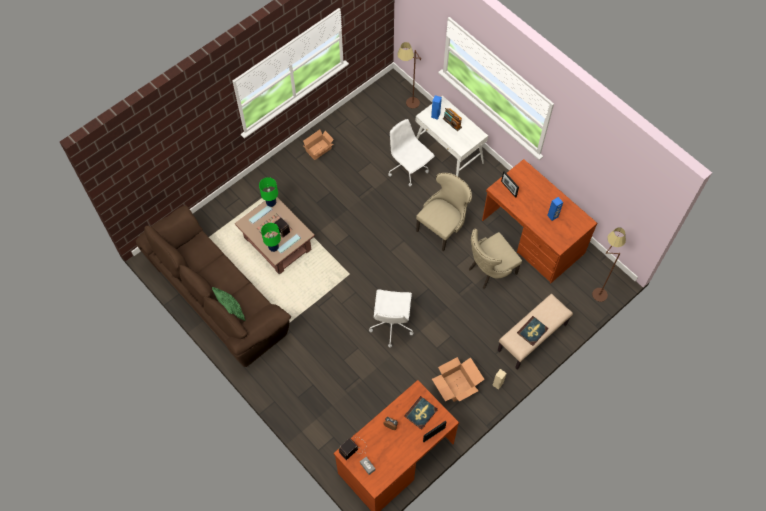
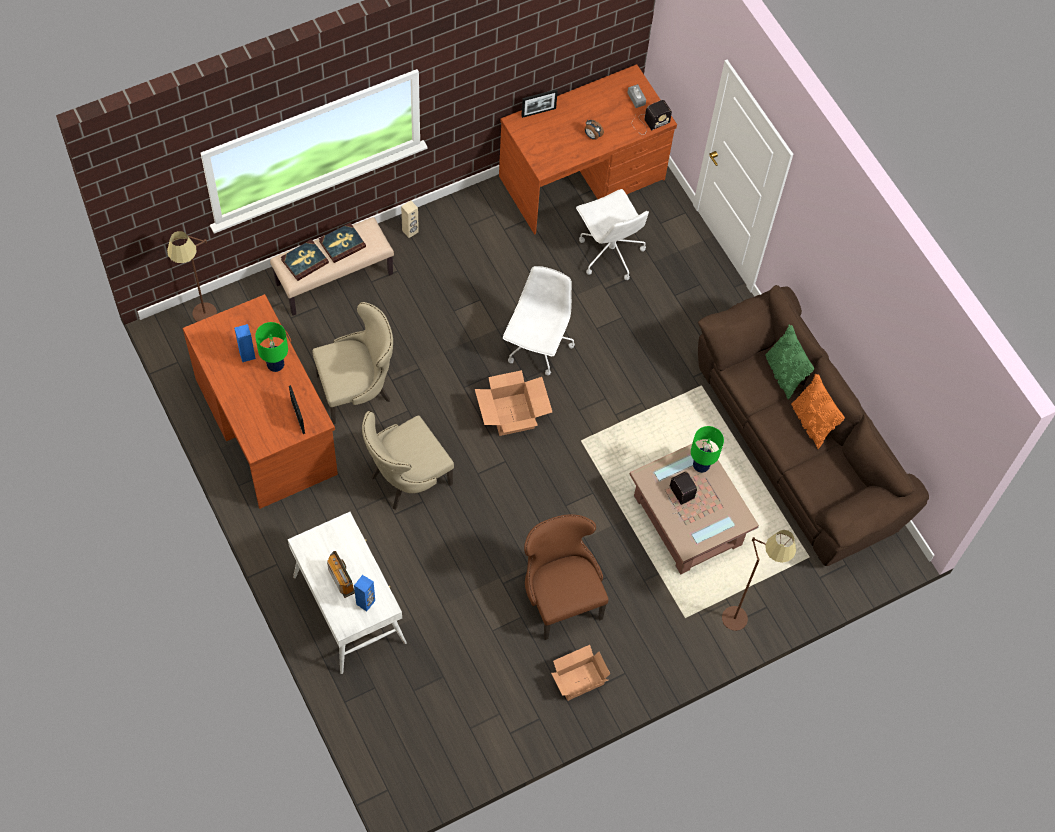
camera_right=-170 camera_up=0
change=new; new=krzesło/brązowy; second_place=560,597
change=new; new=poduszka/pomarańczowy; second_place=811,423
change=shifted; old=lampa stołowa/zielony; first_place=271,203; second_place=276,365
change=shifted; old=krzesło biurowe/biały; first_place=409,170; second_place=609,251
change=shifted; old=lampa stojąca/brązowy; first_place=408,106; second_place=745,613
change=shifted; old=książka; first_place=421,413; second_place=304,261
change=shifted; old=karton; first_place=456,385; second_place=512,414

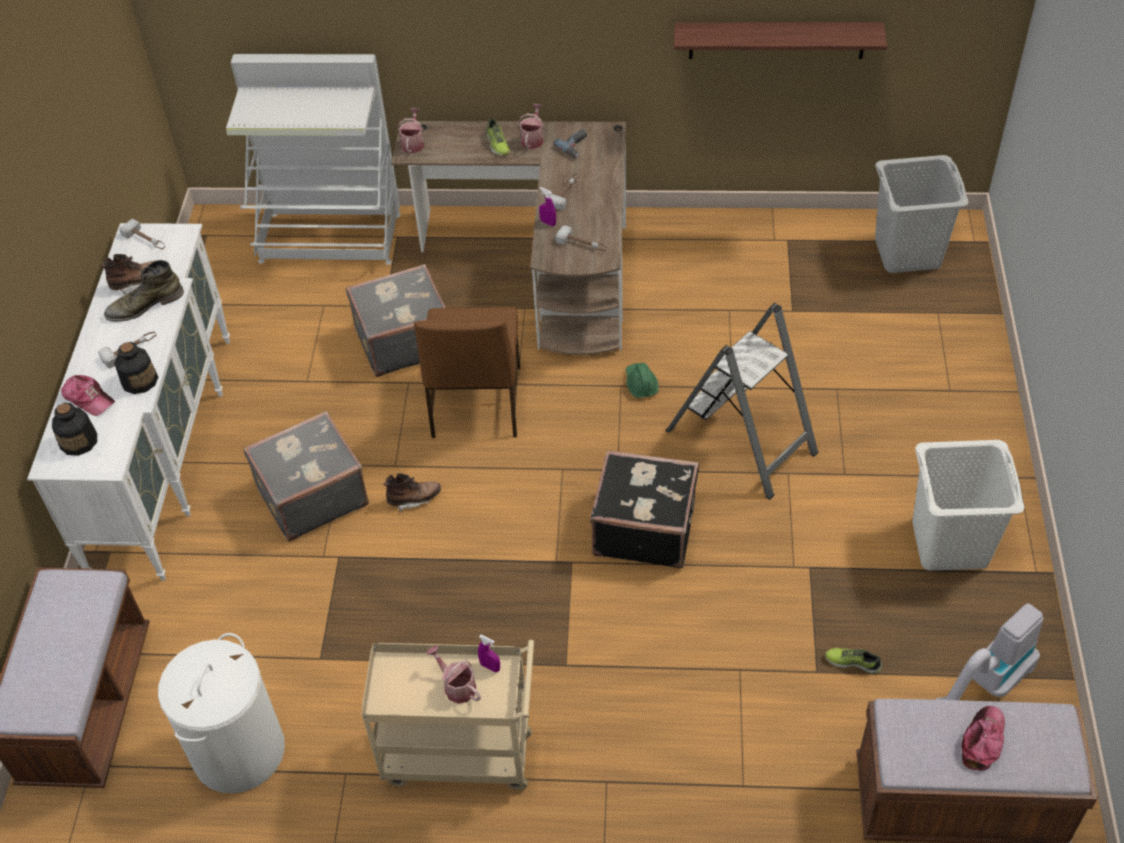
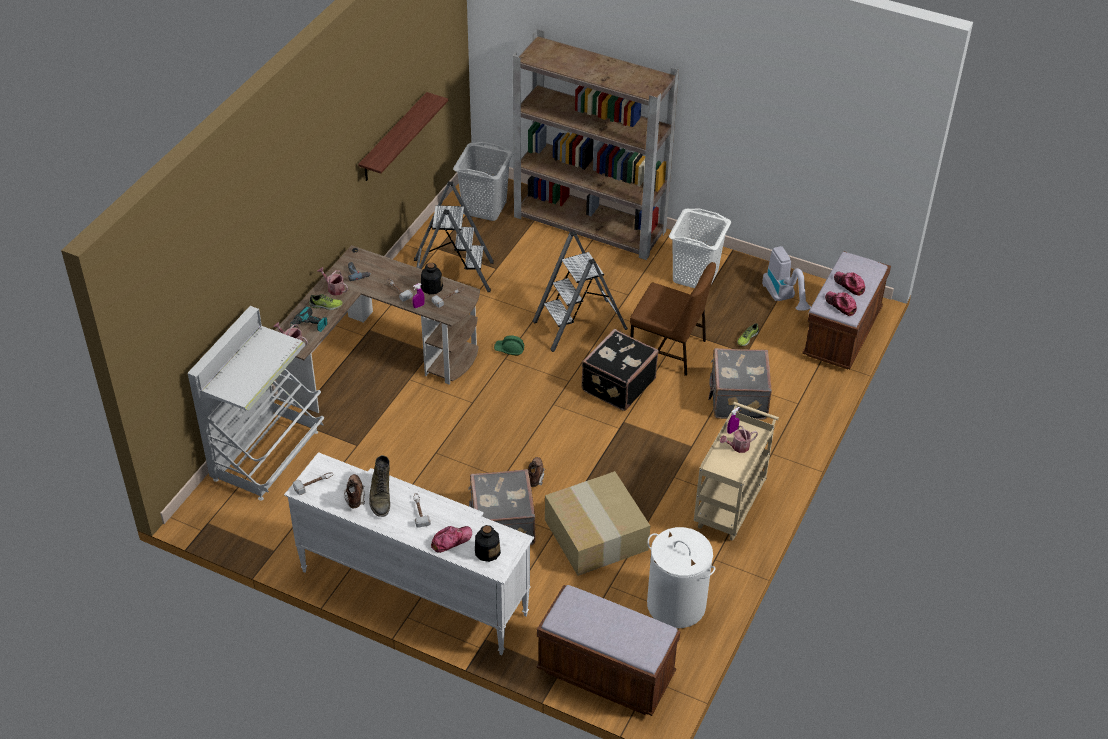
camera_right=-70 camera_up=-5
change=new; new=wiertarka; second_place=309,325
change=new; new=drabinka/szary; second_place=450,274
change=new; new=regał/brązowy; second_place=590,224
change=new; new=karton; second_place=594,534
change=new; new=czapka z daszkiem; second_place=840,305
change=shifted; old=butelka; first_place=140,380; second_place=431,287
change=shifted; old=walizka/szary; first_place=402,340; second_place=737,399
change=shifted; old=krzesło/brązowy; first_place=475,403; second_place=669,350

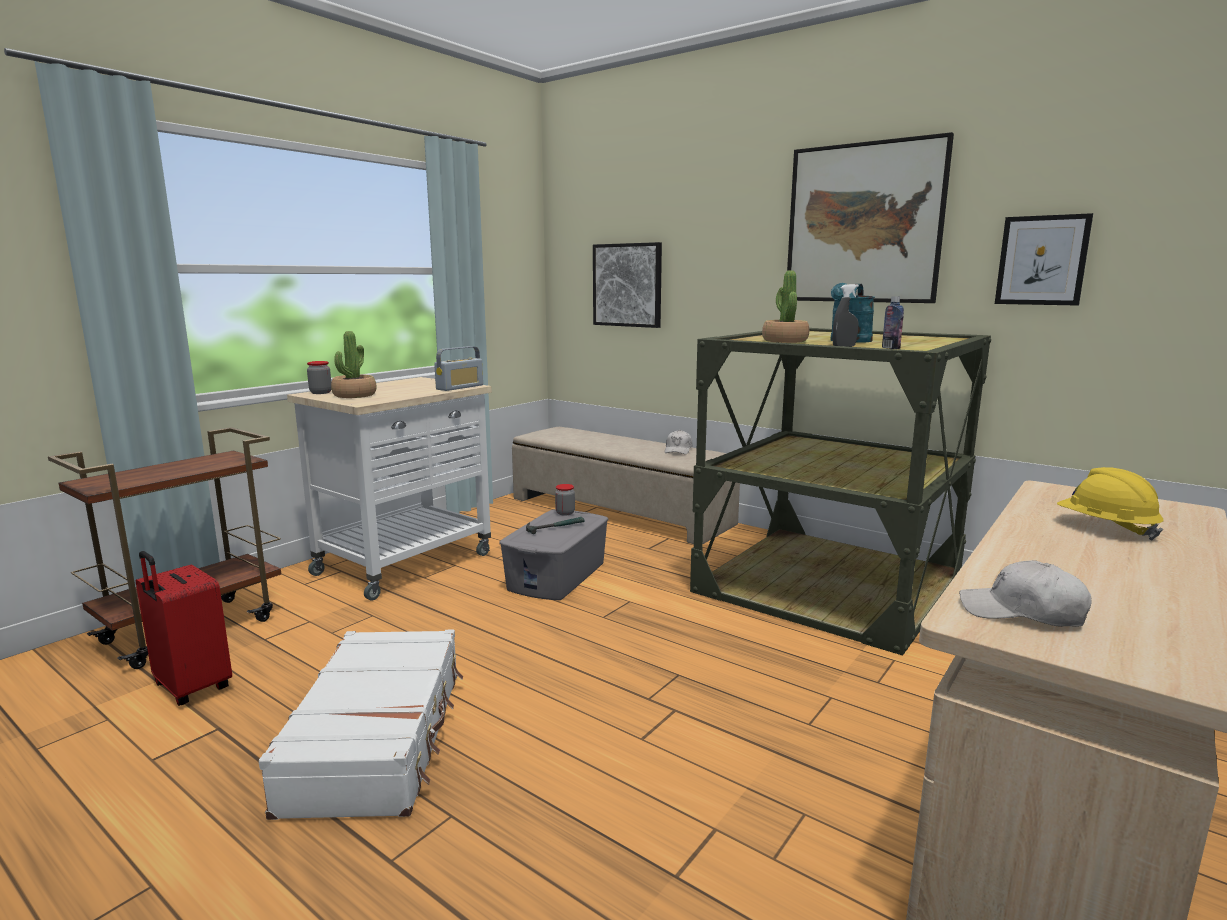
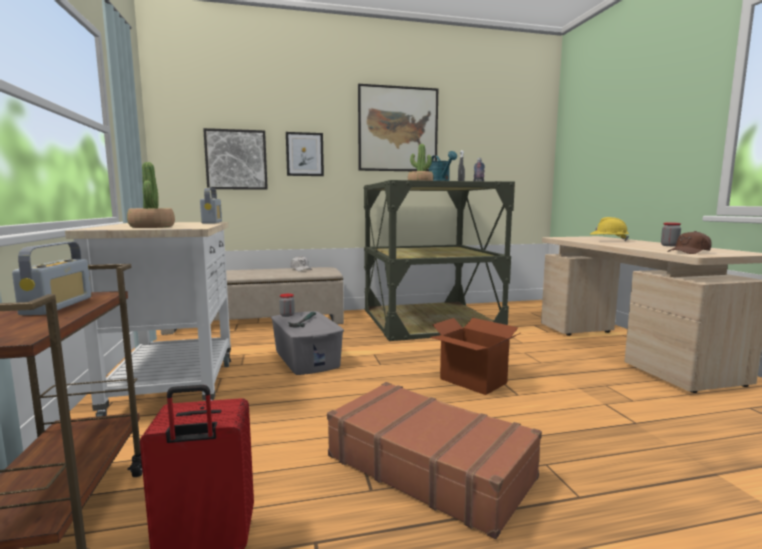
camera_right=-50 camera_up=-5
change=new; new=radio; second_place=58,306
change=new; new=karton; second_place=472,381
change=shifted; old=słoik; first_place=320,392; second_place=669,245
change=shifted; old=obraz; first_place=1042,260; second_place=304,154
change=repainted; old=walizka/biały; new=walizka/brązowy; first_place=379,737; second_place=429,466
change=repainted; old=czapka z daszkiem/biały; new=czapka z daszkiem/brązowy; first_place=1022,612; second_place=689,252

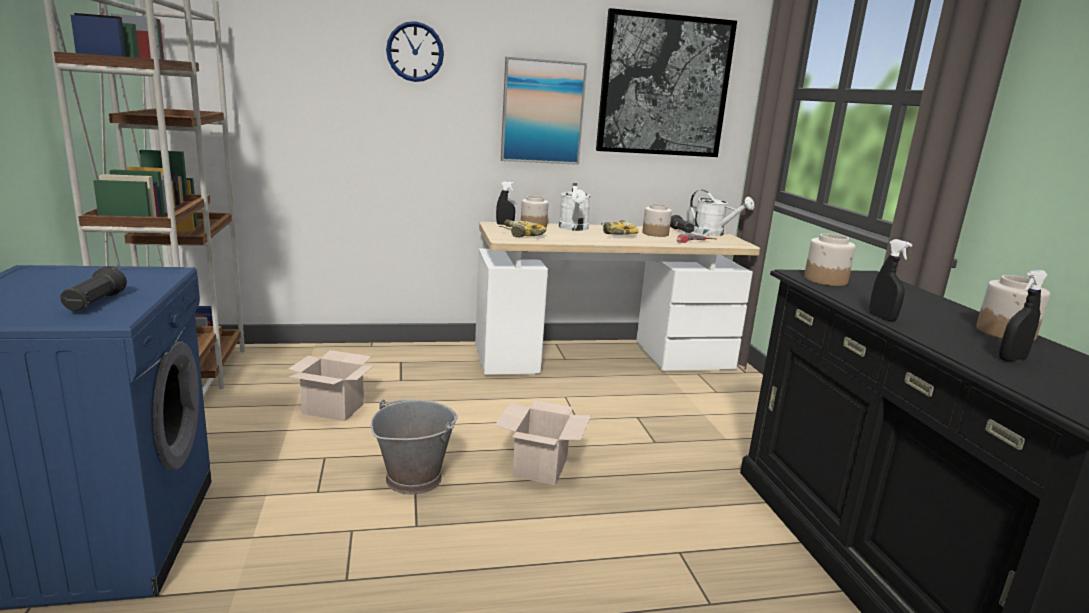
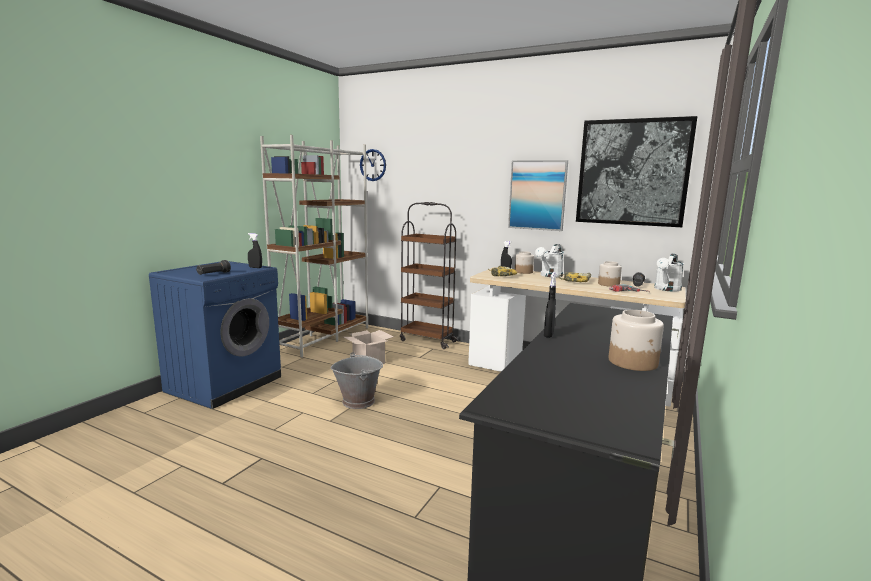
camera_right=40 camera_up=-5
change=gone; old=karton; first_place=539,466
change=gone; old=słoik; first_place=826,280
change=new; new=wózek/brązowy; second_place=427,341
change=shifted; old=zegar ścienny; first_place=415,52; second_place=373,165
change=shifted; old=spryskiwacz/czarny; first_place=1012,359; second_place=255,267
change=rotated; old=konewka/biały; first_place=713,233; second_place=666,289; degrees=45

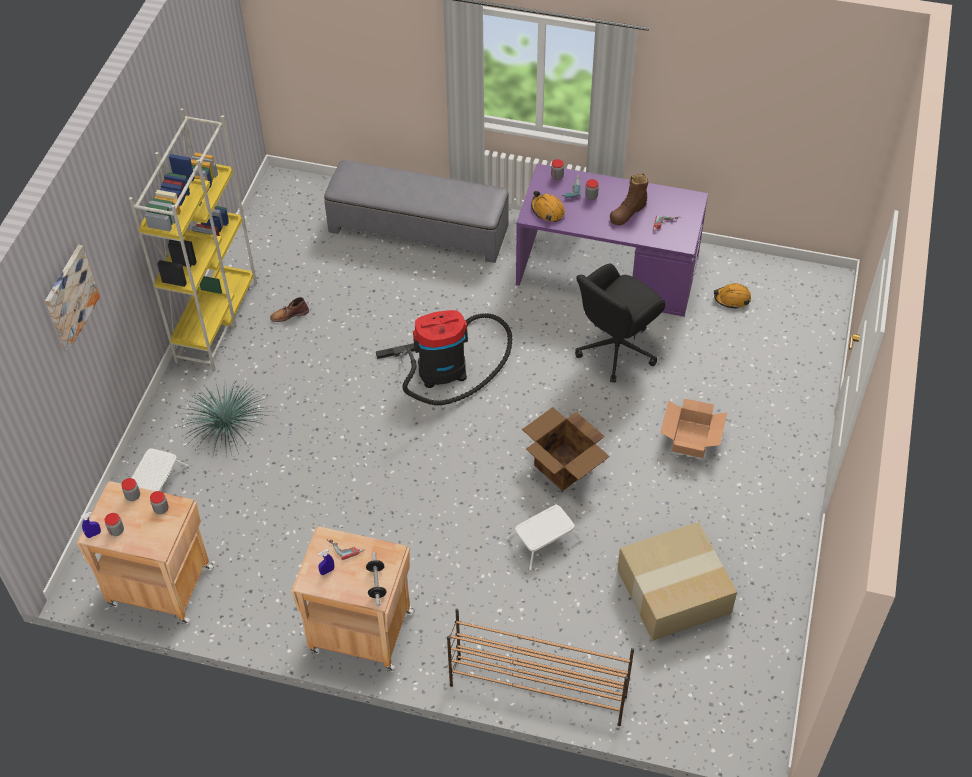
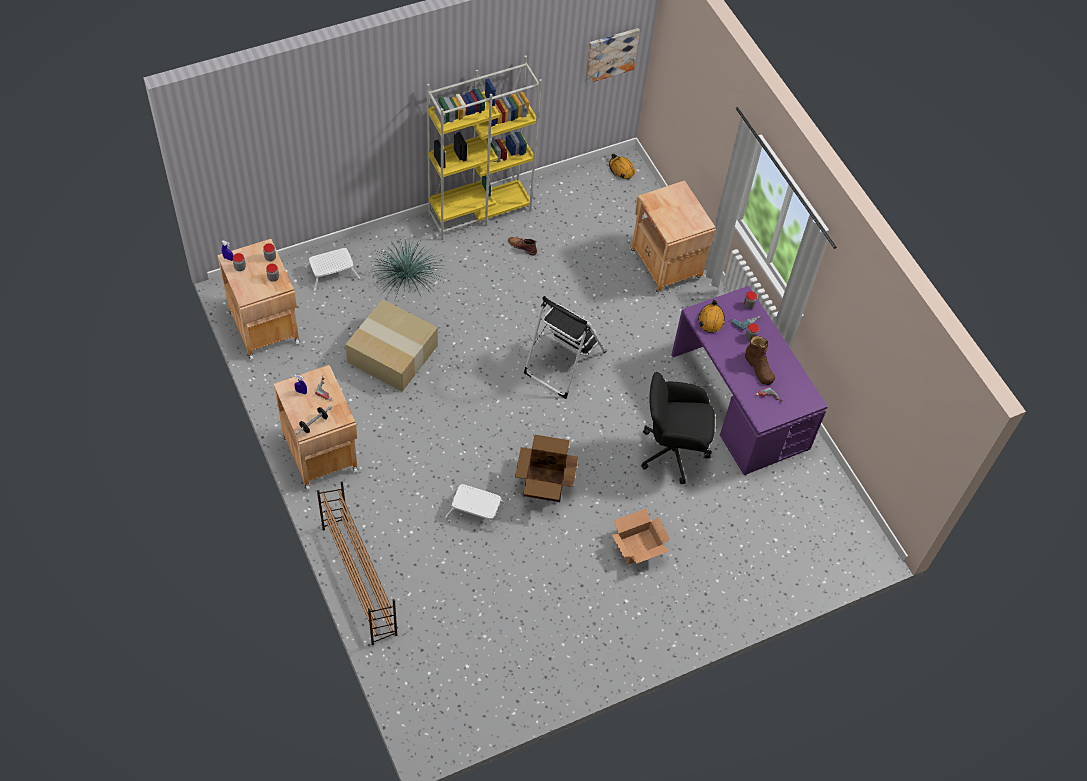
camera_right=45 camera_up=5
change=shifted; old=obraz; first_place=70,298; second_place=611,54
change=shifted; old=karton; first_place=673,593; second_place=391,354
change=shifted; old=kask/pomarańczowy; first_place=732,299; second_place=621,169
change=swapped; old=ławka/szary; new=wózek/brązowy; first_place=419,228; second_place=665,266
change=swapped; old=odkurzacz; new=drabinka; first_place=447,368; second_place=563,363
change=rotated; old=but z cholewką/brązowy; first_place=628,211; second_place=759,368; degrees=-120

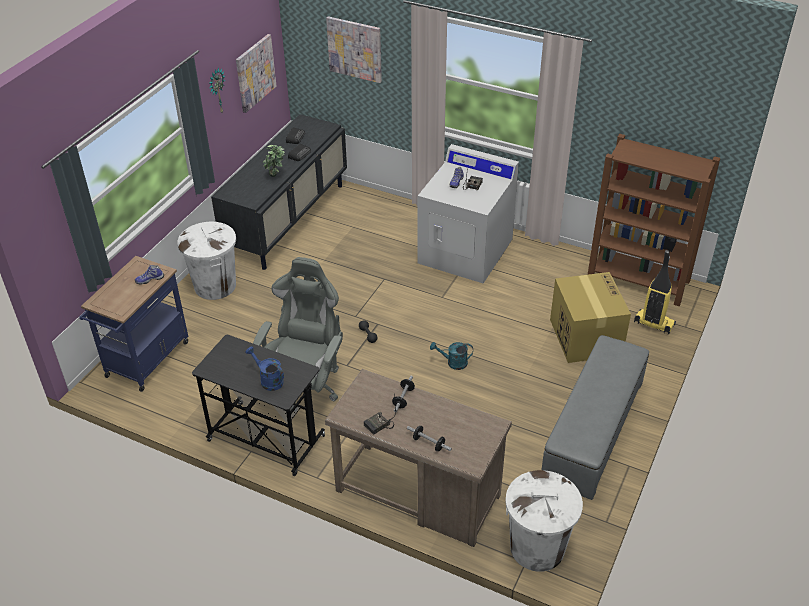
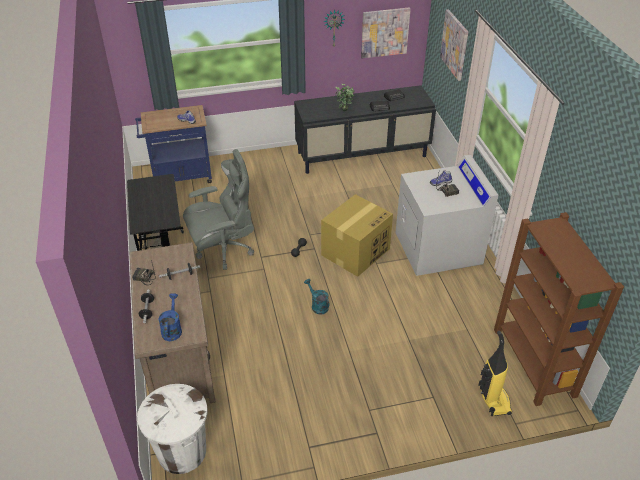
camera_right=50 camera_up=0
change=gone; old=kosz na śmieci/biały; first_place=215,285
change=gone; old=ławka/szary; first_place=593,430
change=shifted; old=konewka/niebieski; first_place=268,380; second_place=172,329
change=shifted; old=karton; first_place=585,336; second_place=356,251

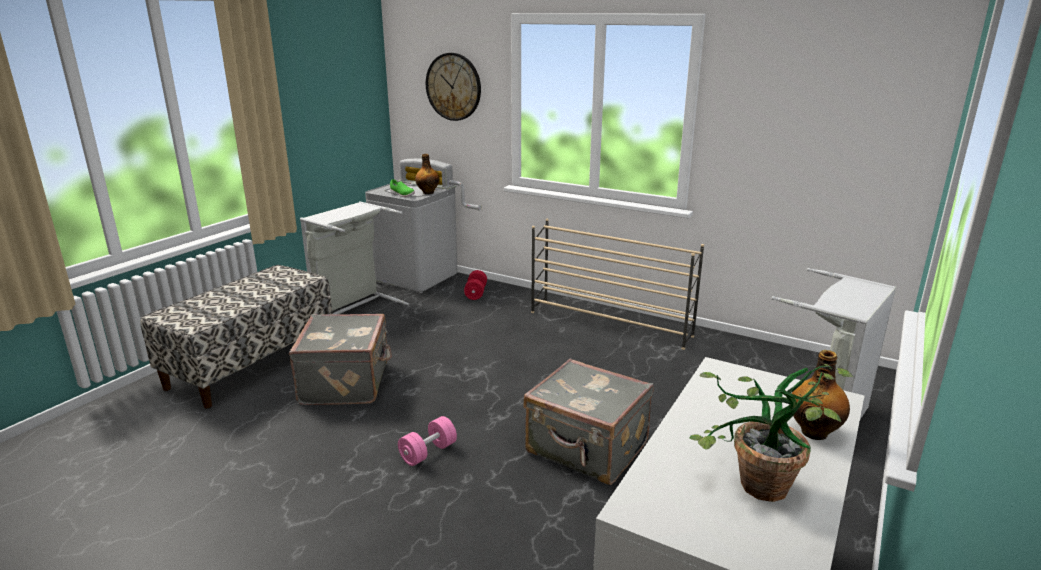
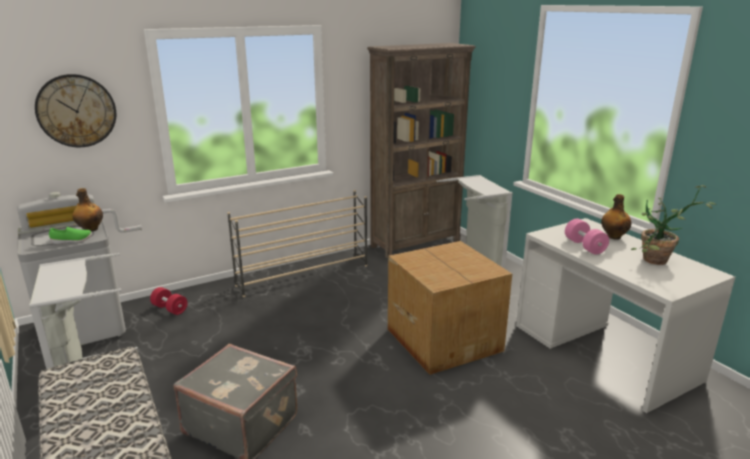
camera_right=-60 camera_up=0
change=new; new=regał/brązowy; second_place=416,243
change=shifted; old=hantel/różowy; first_place=428,452; second_place=584,246
change=swapped; old=walizka/szary; new=karton; first_place=587,449; second_place=444,339

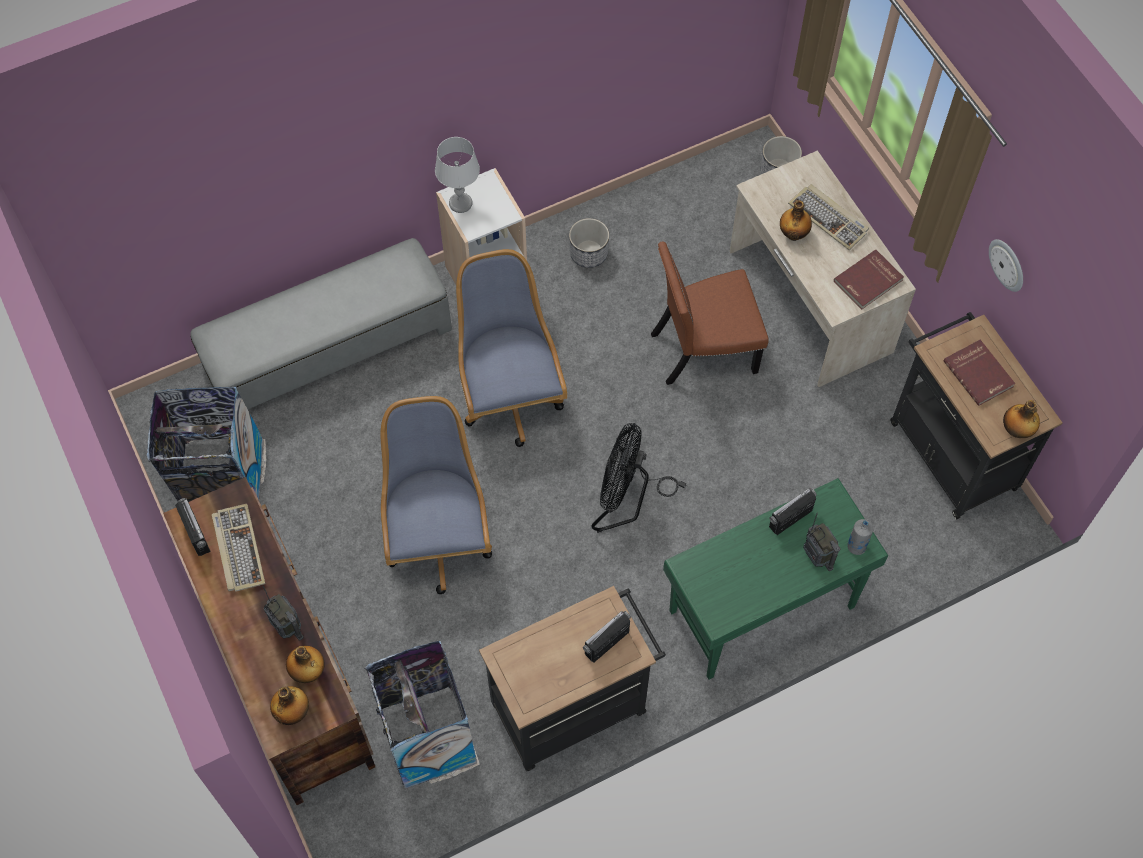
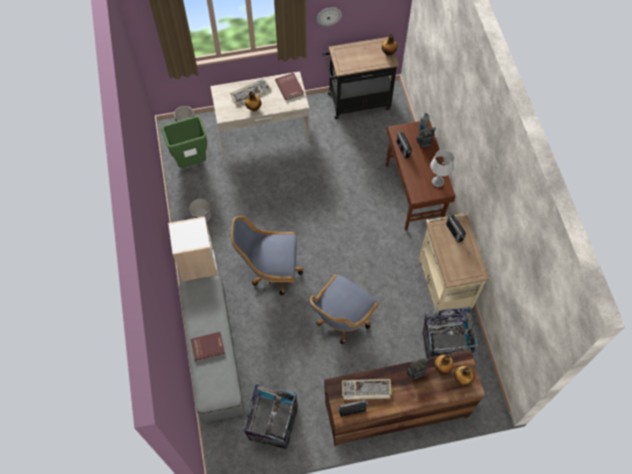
camera_right=-75 camera_up=0
change=gone; old=wentylator/czarny; first_place=629,491
change=gone; old=krzesło/brązowy; first_place=705,349
change=new; new=kosz na śmieci/zielony; second_place=192,162
change=shifted; old=lampa stołowa/szary; first_place=461,203; second_place=438,182
change=shifted; old=książka/czerwony; first_place=979,373; second_place=207,346
change=repainted; old=wózek/czarny; new=wózek/beżowy; first_place=573,707; second_place=443,282
change=repainted; old=stolik konsolowy/zielony; new=stolik konsolowy/brązowy; first_place=761,610; second_place=413,194
change=rotated; old=krzesło biurowe/niebieski; first_place=437,536; second_place=340,322; degrees=-60

